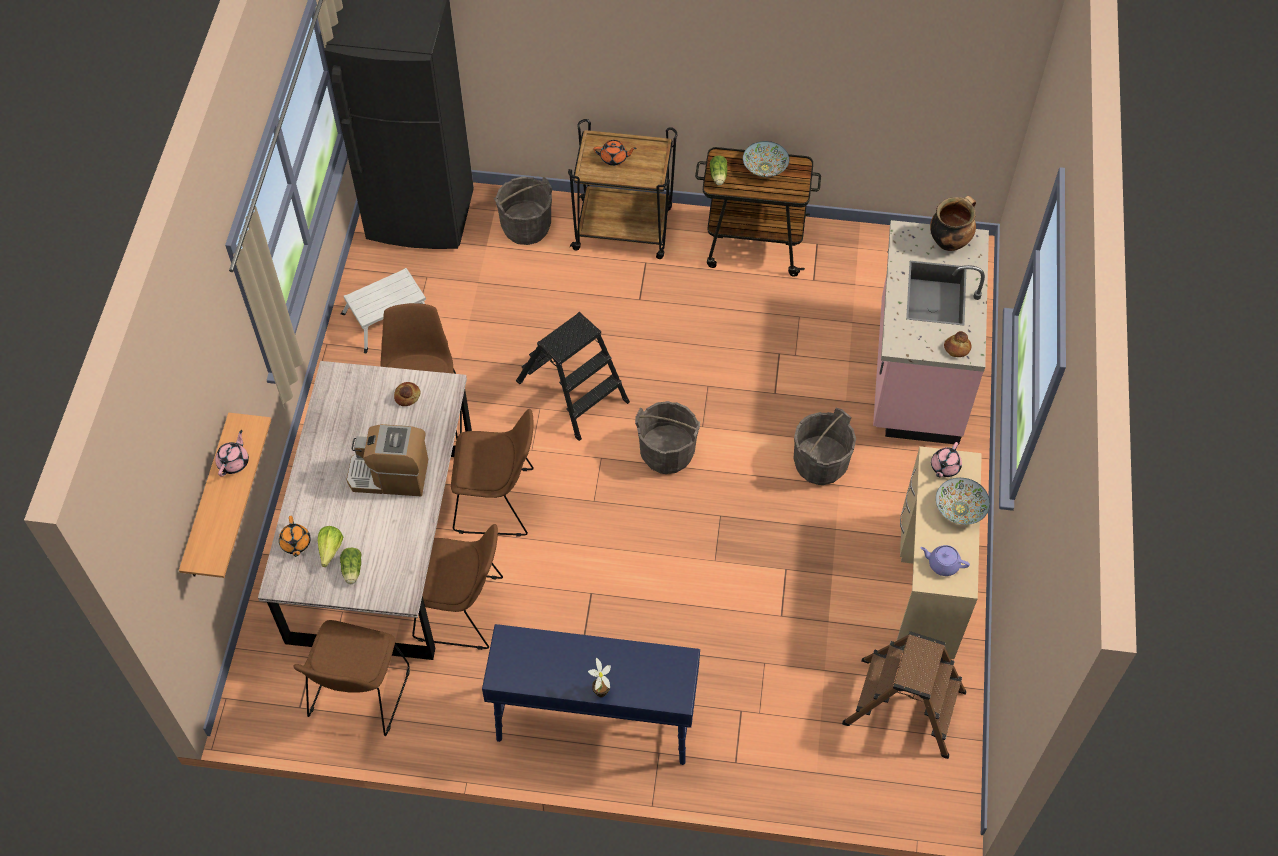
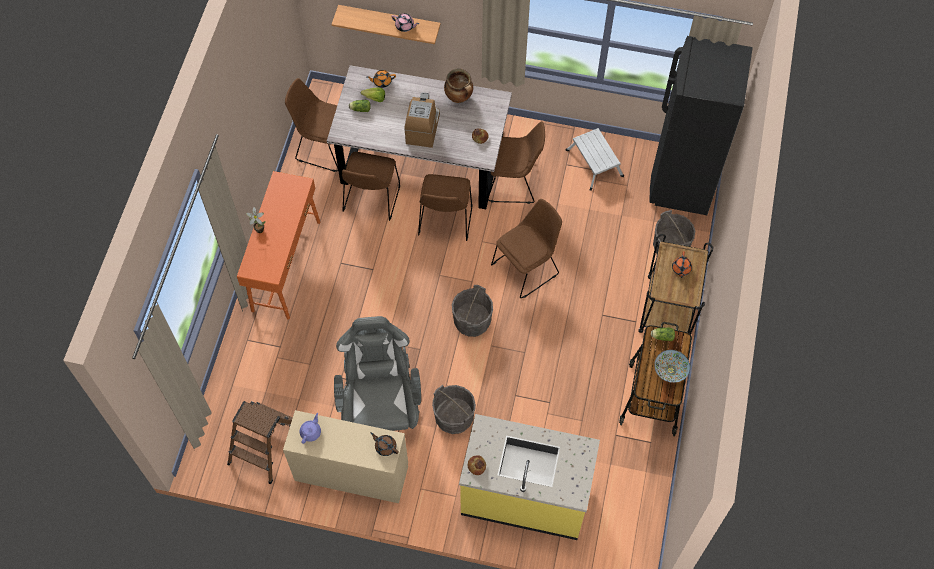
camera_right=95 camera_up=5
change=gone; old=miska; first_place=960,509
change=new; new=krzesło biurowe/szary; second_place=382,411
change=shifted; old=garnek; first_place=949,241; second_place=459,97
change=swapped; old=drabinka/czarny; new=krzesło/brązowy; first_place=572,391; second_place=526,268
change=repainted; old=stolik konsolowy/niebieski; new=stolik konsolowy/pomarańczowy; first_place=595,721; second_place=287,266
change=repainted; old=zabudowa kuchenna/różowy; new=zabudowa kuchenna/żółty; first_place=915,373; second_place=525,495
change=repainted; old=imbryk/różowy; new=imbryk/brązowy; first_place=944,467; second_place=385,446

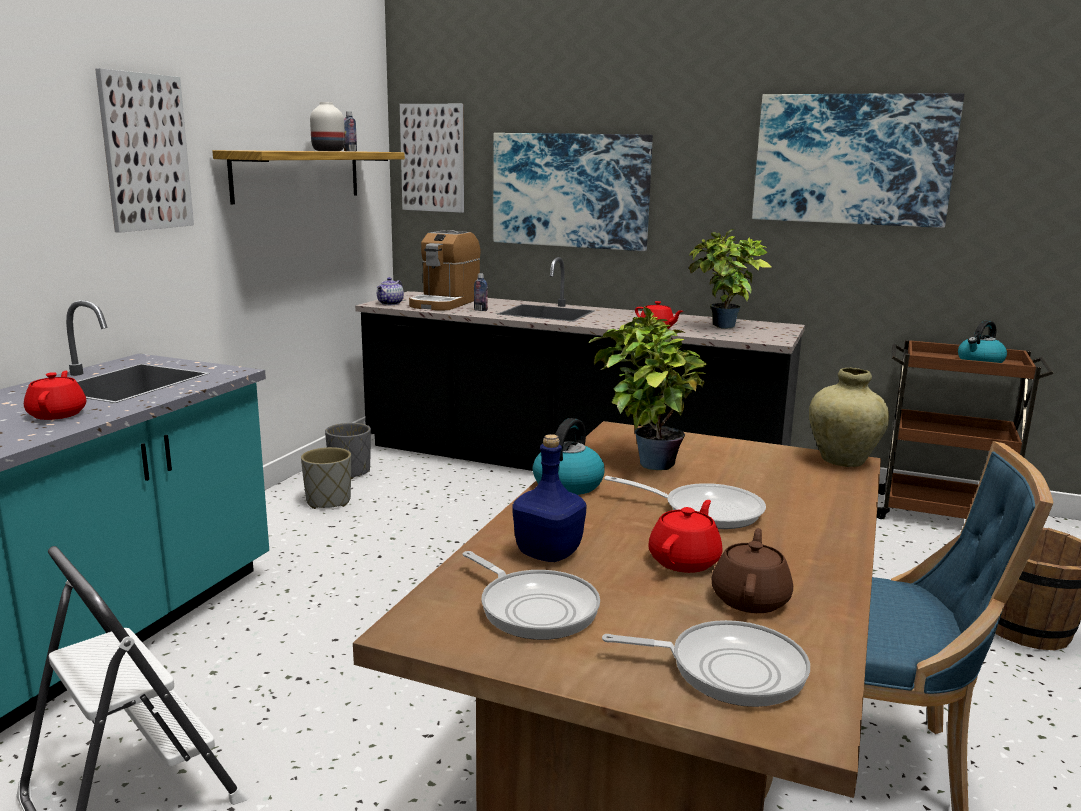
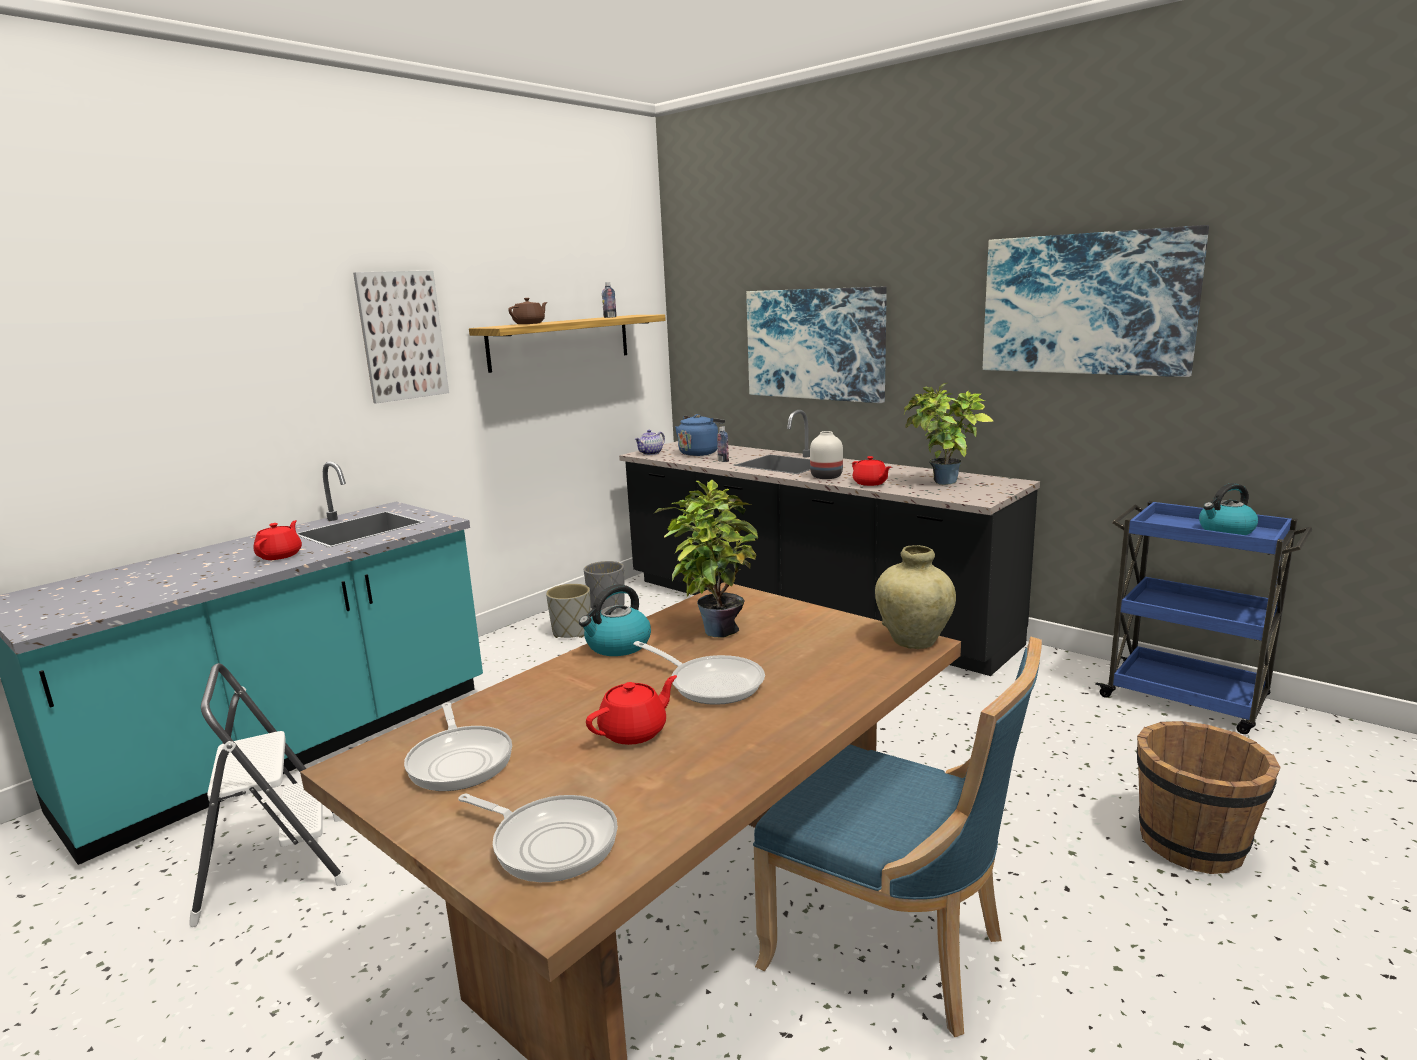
camera_right=20 camera_up=0
change=gone; old=obraz; first_place=432,158
change=gone; old=butelka/niebieski; first_place=549,554
change=shifted; old=wazon/biały; first_place=329,151; second_place=826,477
change=shifted; old=imbryk/brązowy; first_place=751,599; second_place=530,323
change=swapped; old=ekspres do kawy; new=czajnik/niebieski; first_place=445,303; second_place=700,453
change=repainted; old=wózek/brązowy; new=wózek/niebieski; first_place=942,515; second_place=1186,700

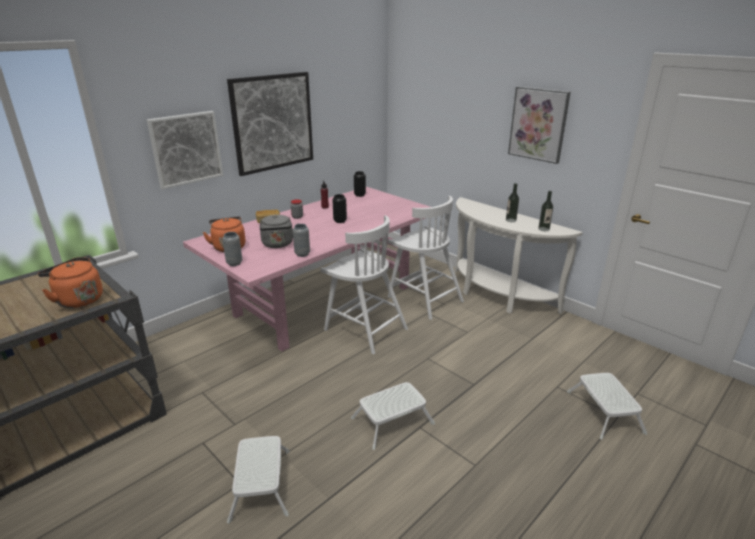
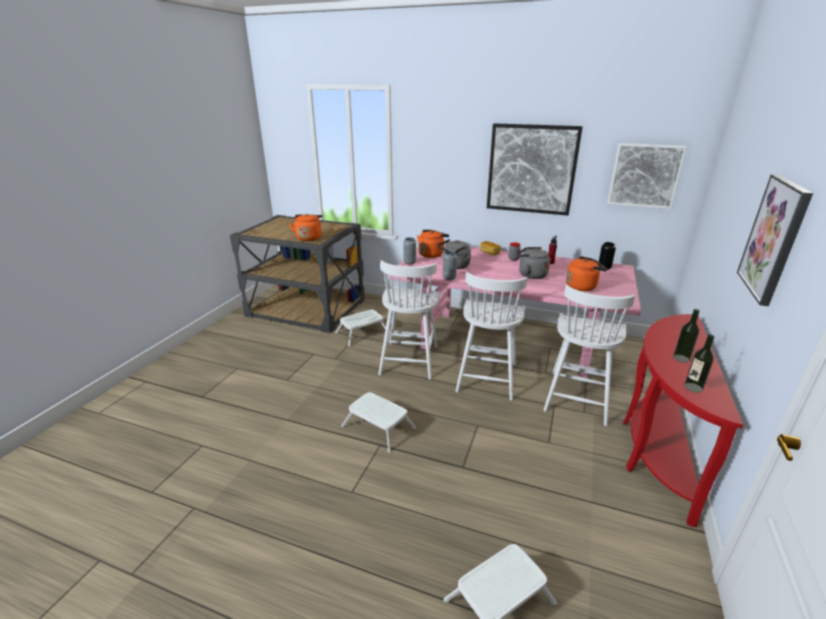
camera_right=65 camera_up=0
change=new; new=krzesło/biały; second_place=409,358
change=new; new=czajnik/pomarańczowy; second_place=582,286
change=shifted; old=obraz; first_place=186,149; second_place=644,175
change=shifted; old=drabinka/biały; first_place=261,484; second_place=362,333
change=swapped; old=wazon/czarny; new=czajnik/szary; first_place=340,221; second_place=530,275
change=repainted; old=stolik konsolowy/biały; new=stolik konsolowy/czerwony; first_place=496,296; second_place=654,450

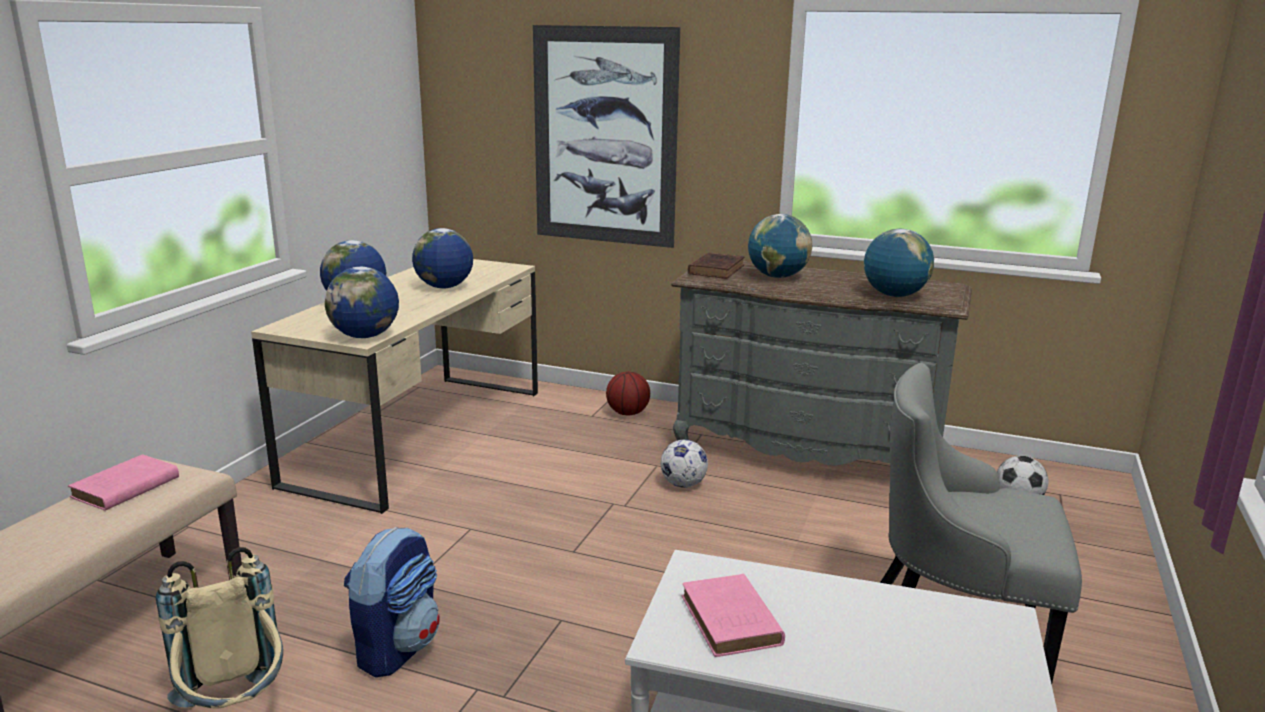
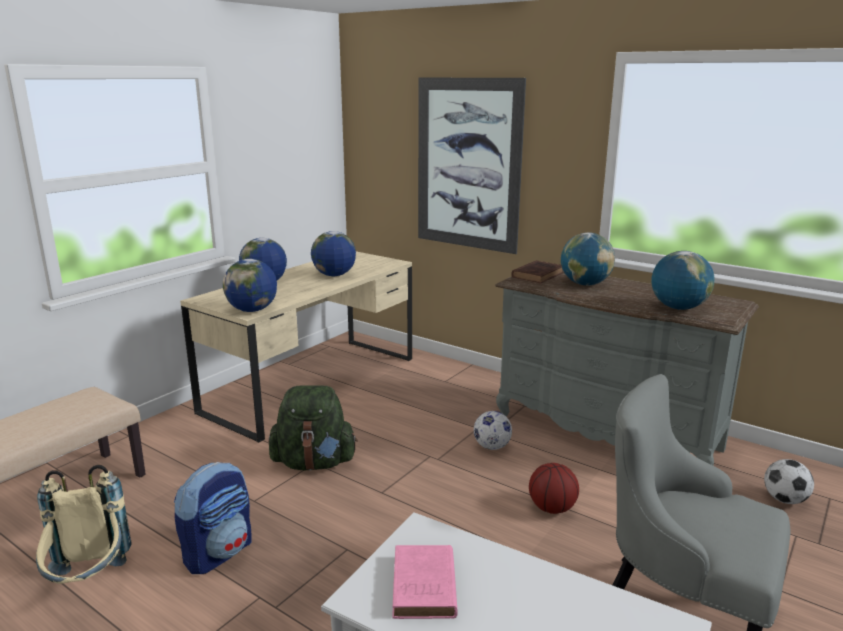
camera_right=15 camera_up=0
change=gone; old=książka/różowy; first_place=123,488
change=new; new=plecak/zielony; second_place=314,463
change=shifted; old=piłka do koszykówki; first_place=628,413; second_place=552,508

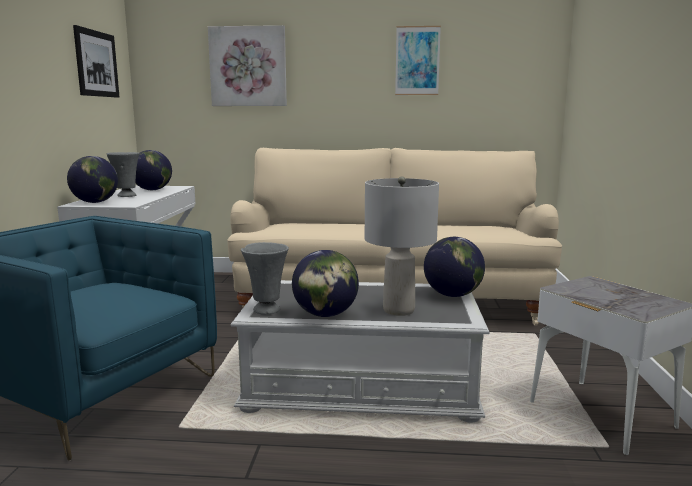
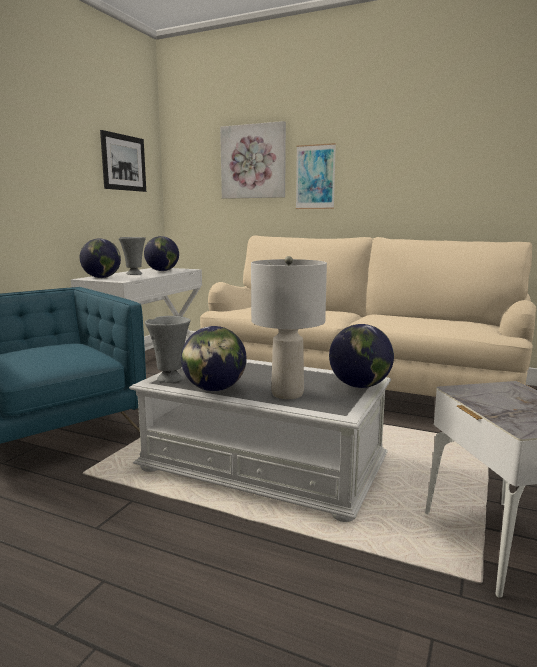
camera_right=20 camera_up=0
change=shifted; old=obraz; first_place=417,61; second_place=315,177

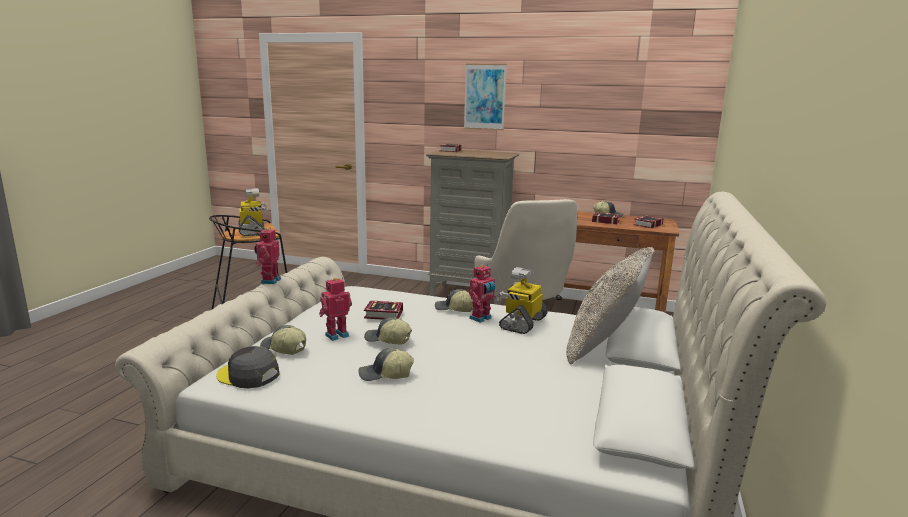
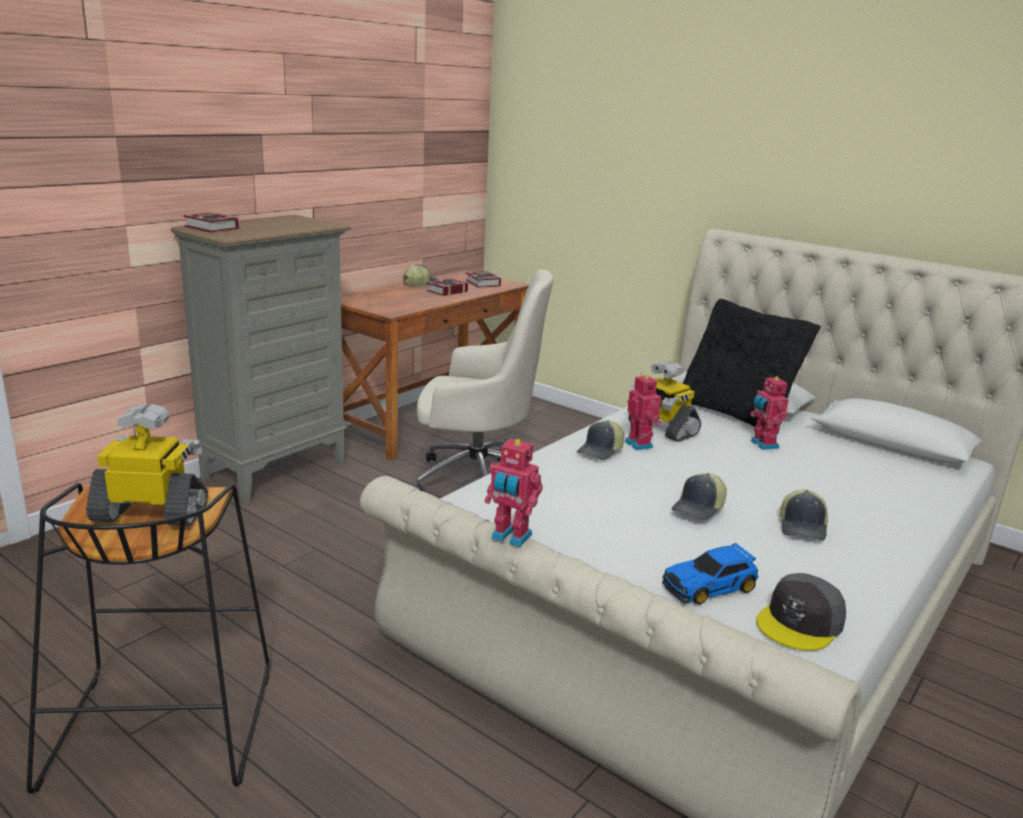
camera_right=-70 camera_up=5
change=gone; old=książka; first_place=385,315
change=gone; old=obraz; first_place=484,97
change=shifted; old=robot zabawkowy; first_place=336,335; second_place=763,444
change=swapped; old=czapka z daszkiem; new=samochodzik; first_place=283,349; second_place=710,586
change=repainted; old=poduszka/beżowy; new=poduszka/czarny; first_place=605,347; second_place=737,412

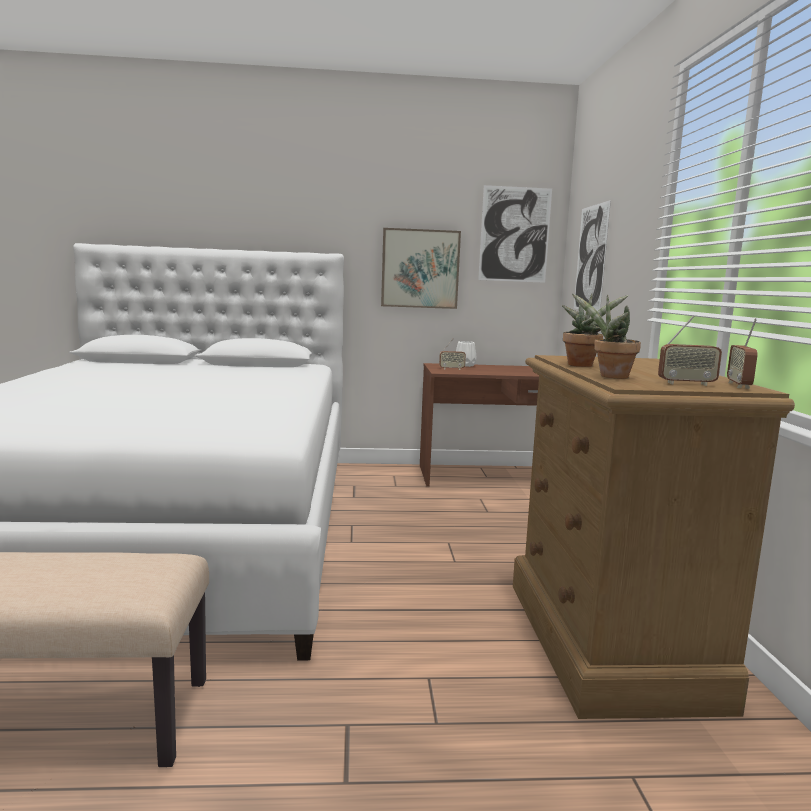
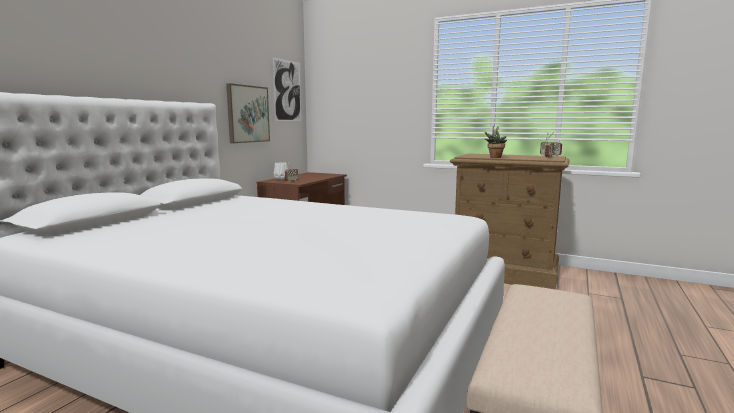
camera_right=-60 camera_up=0
change=gone; old=roślina doniczkowa; first_place=609,376
change=gone; old=obraz; first_place=591,258

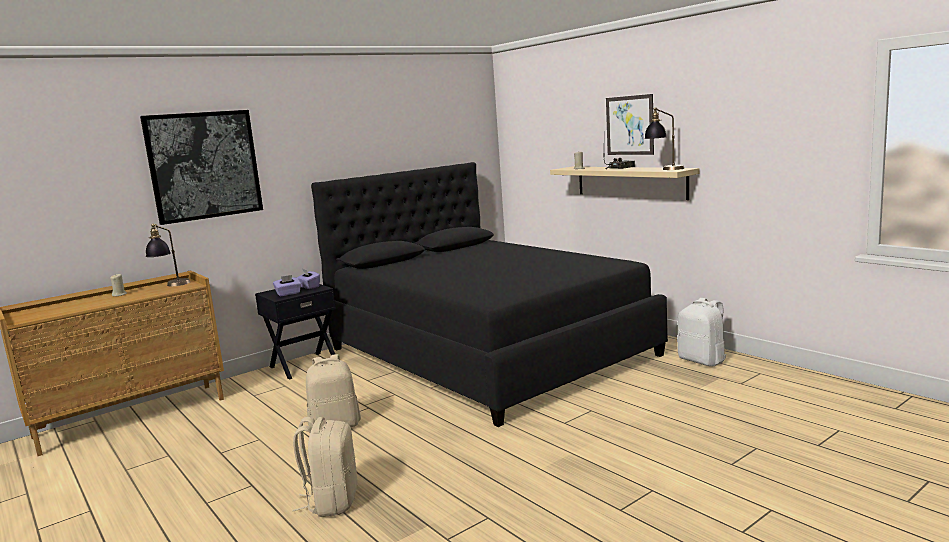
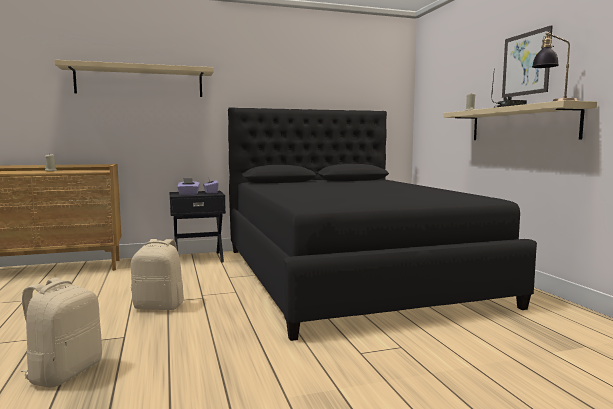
camera_right=20 camera_up=-5
change=gone; old=lampa stołowa; first_place=171,286
change=gone; old=plecak/biały; first_place=702,360
change=swapped; old=obraz; new=półka/beżowy; first_place=204,165; second_place=140,81

